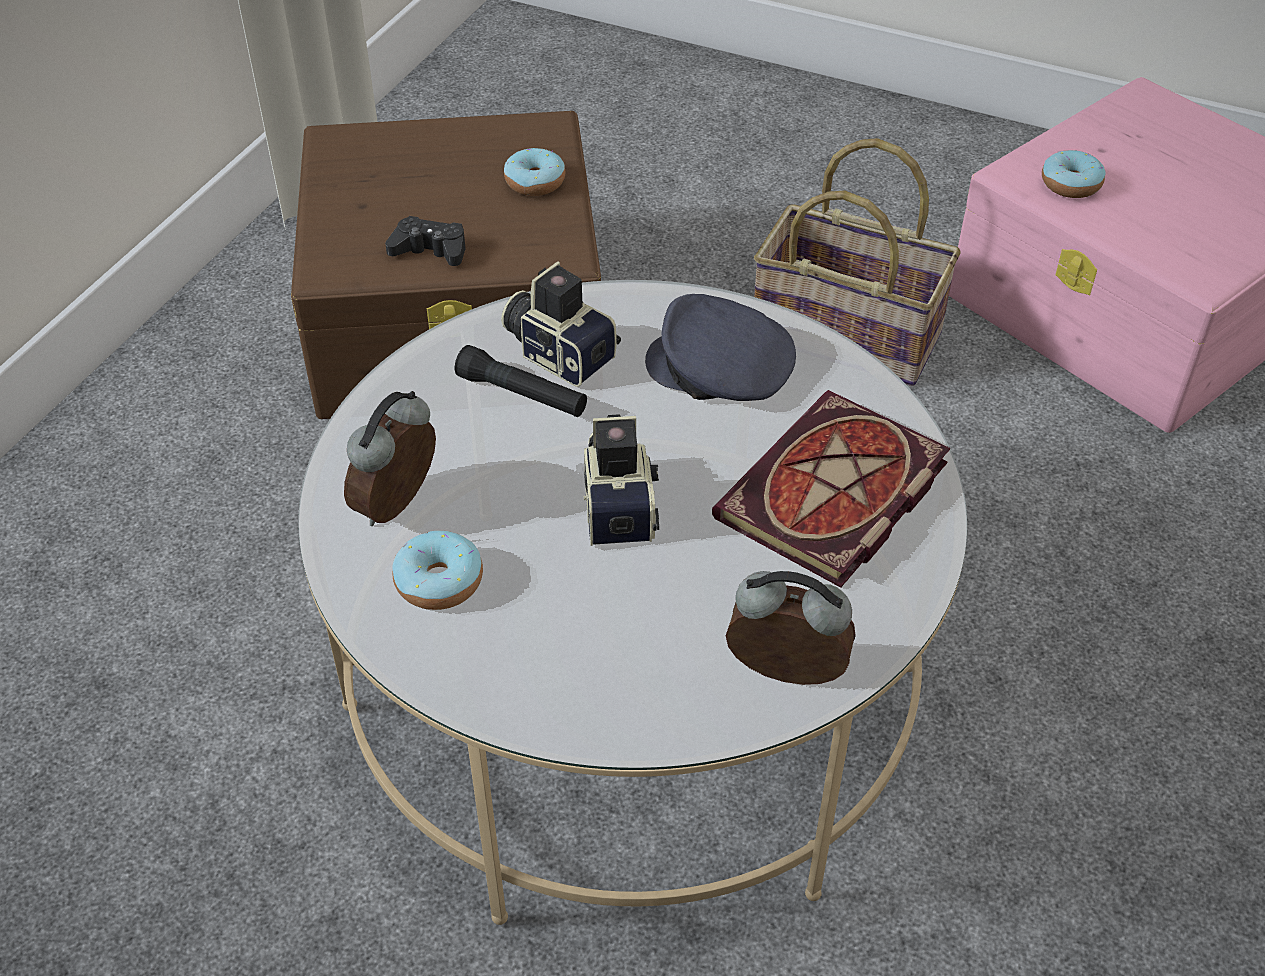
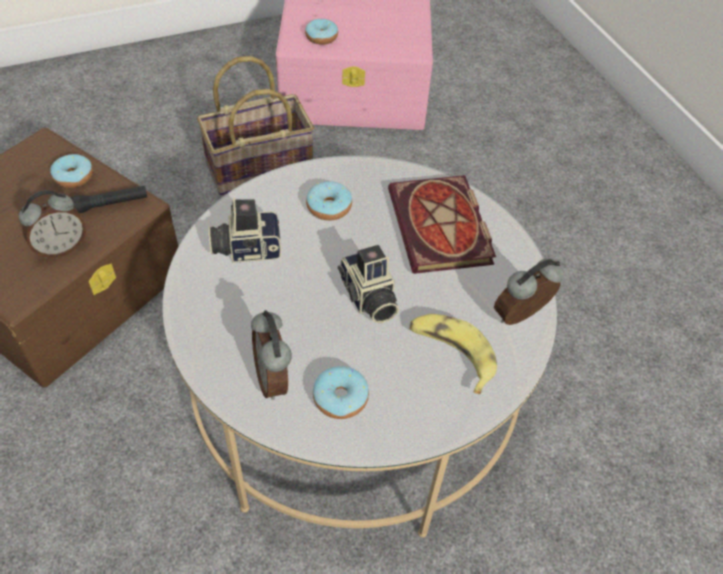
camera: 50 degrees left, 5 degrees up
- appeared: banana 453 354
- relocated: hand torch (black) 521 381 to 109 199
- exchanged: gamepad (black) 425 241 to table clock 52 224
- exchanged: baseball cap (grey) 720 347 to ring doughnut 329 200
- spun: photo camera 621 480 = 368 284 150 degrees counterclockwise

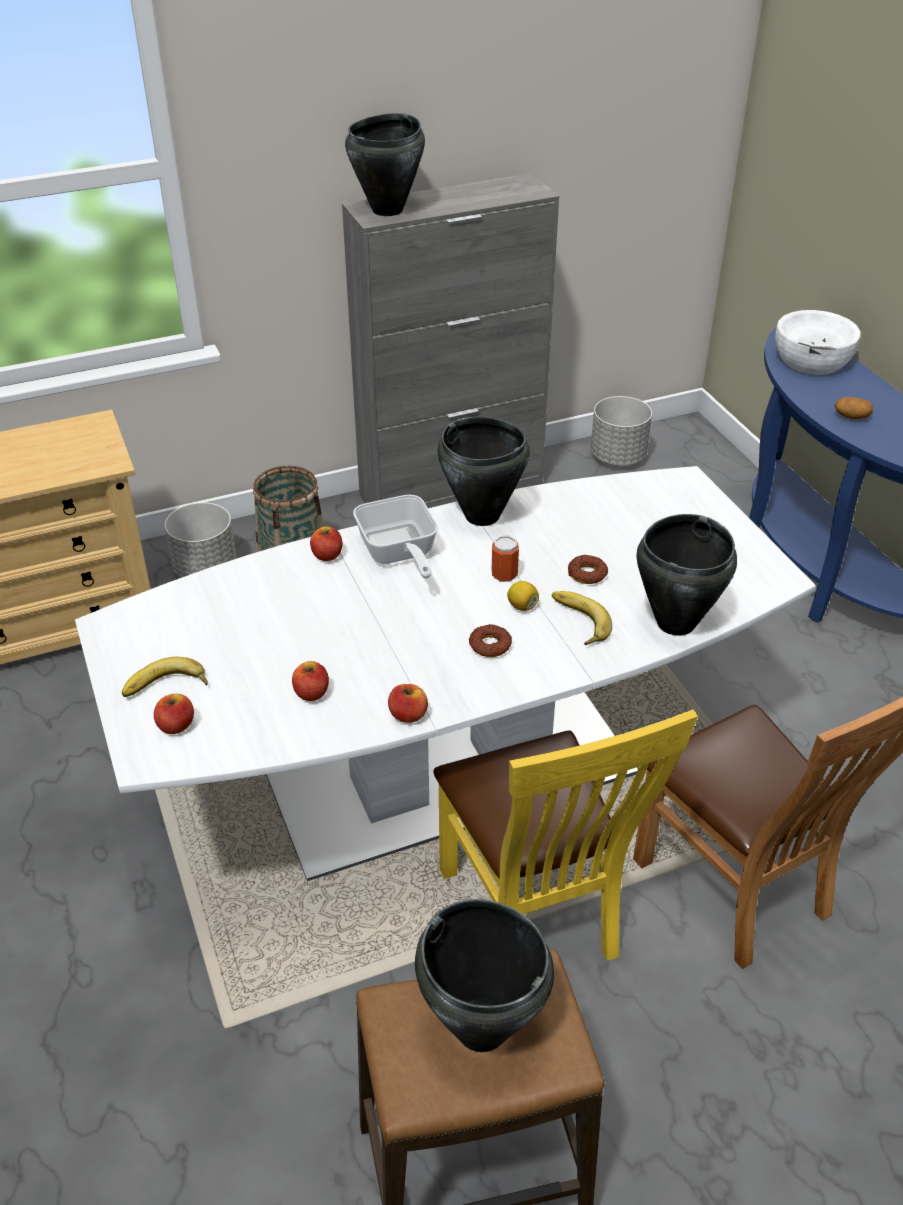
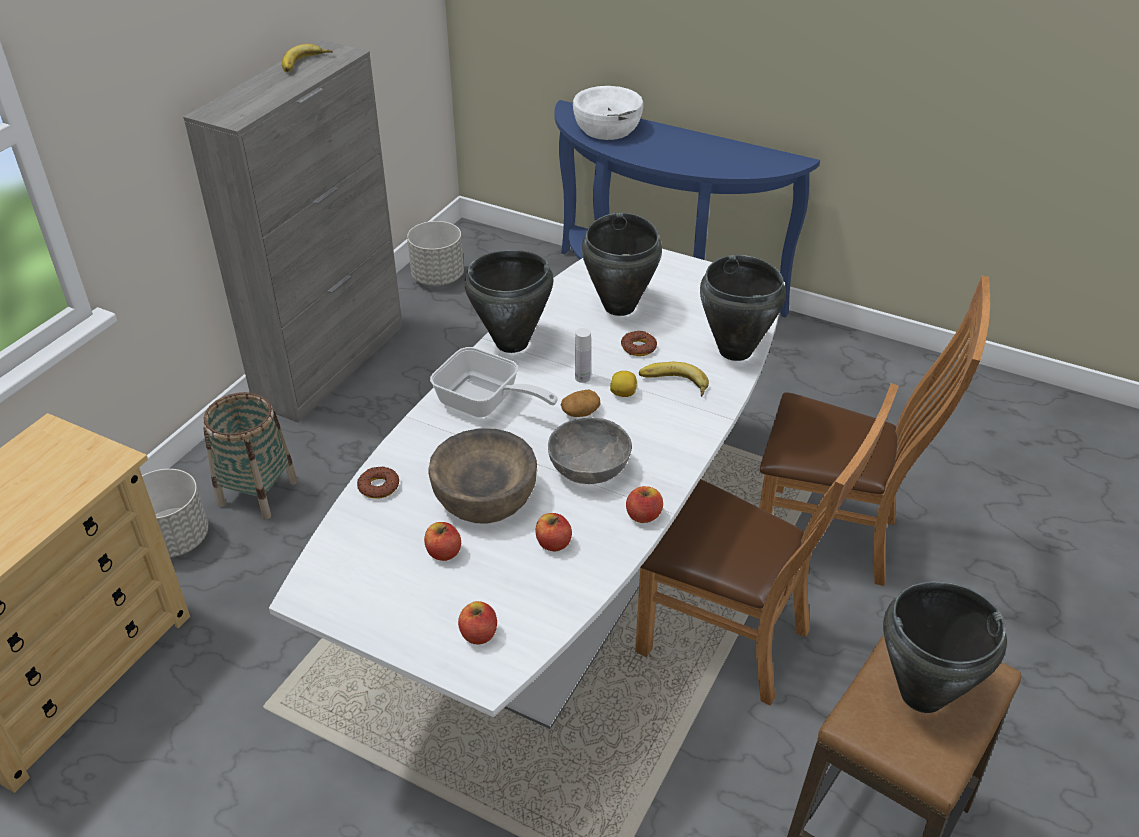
camera: 40 degrees left, 0 degrees up
- appeared: serving bowl (brownish) 483 476
- appeared: serving bowl (grey) 590 450
- relocated: banana 165 677 to 307 58
- relocated: apple fruit 326 543 to 442 541
- relocated: stockpot (black) 385 164 to 621 264
- relocated: ring doughnut 490 640 to 378 482
- relocated: spud 854 408 to 581 403
- exchanged: sealed can 505 559 to bottle (whitish) 583 355
- colour: chair (yellow) 565 835 to chair (brownish) 767 544

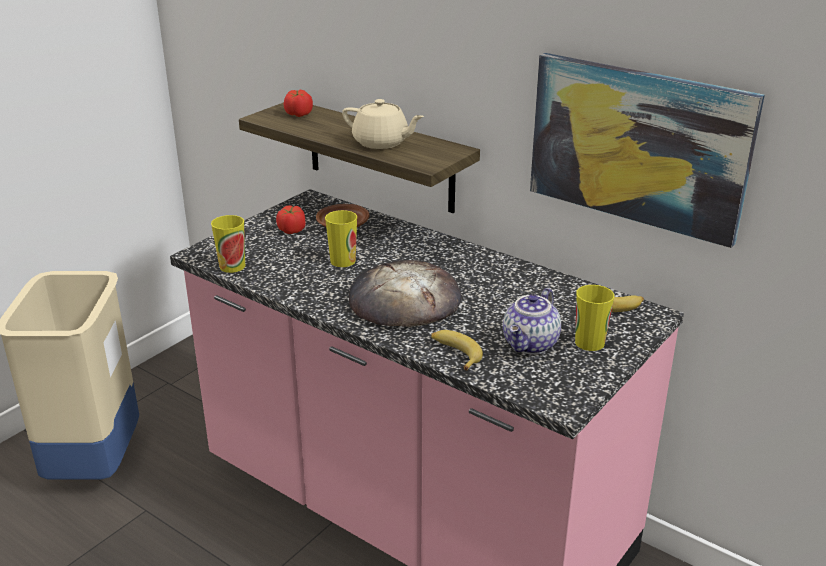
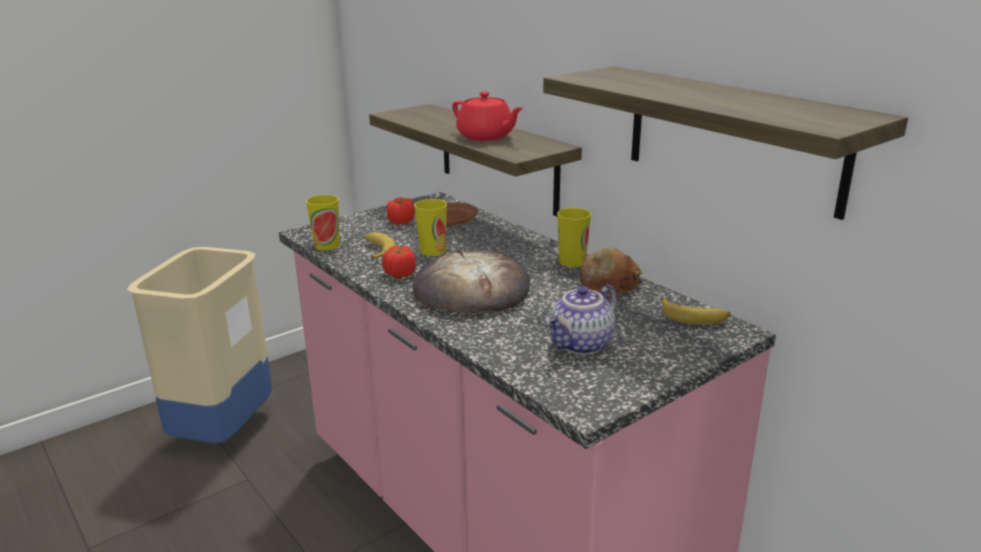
camera: 15 degrees right, 5 degrees down
- appeared: baked bread 611 271
- relocated: tomato 298 103 to 399 262
- relocated: banana 457 350 to 380 246
- relocated: small cup 594 318 to 574 237
- exchanged: picture 647 150 to shelf 725 143
- colour: tea pot (beige-coloured) 383 124 to tea pot (reddish) 487 116

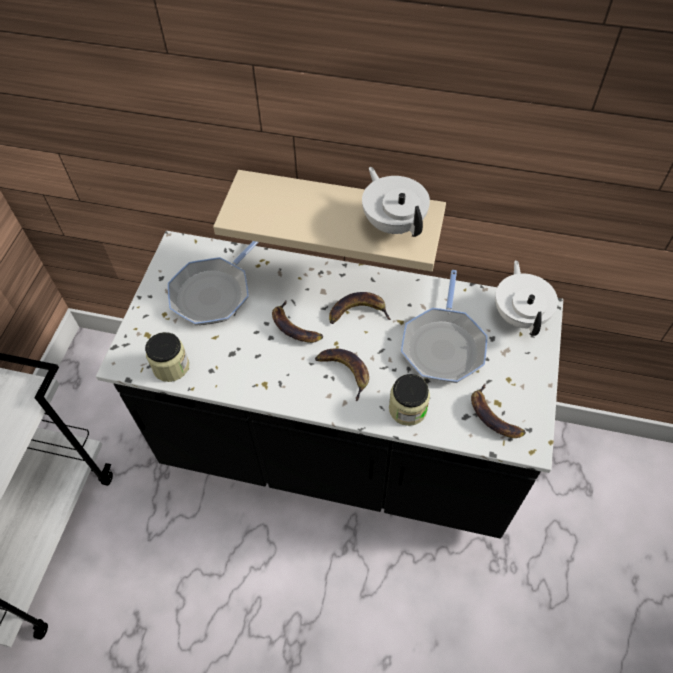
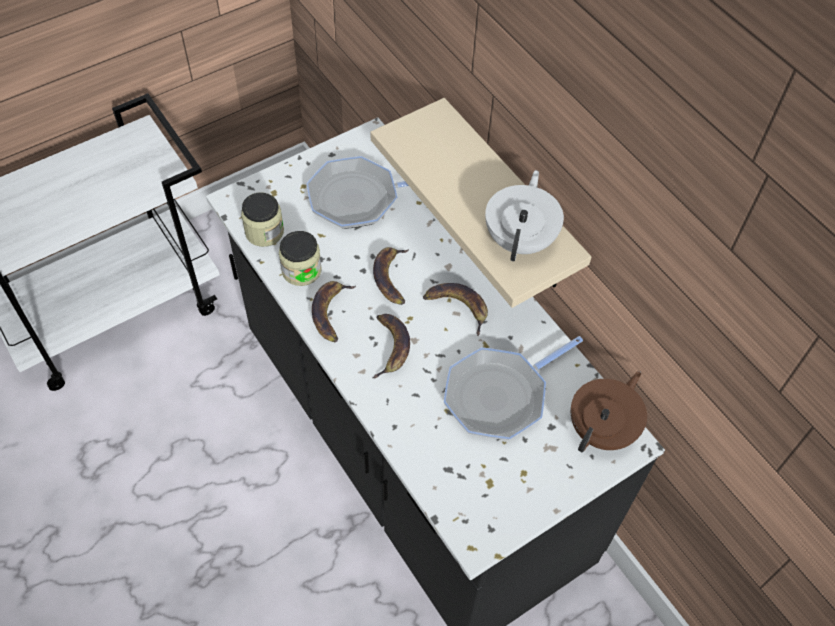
camera: 40 degrees right, 0 degrees up
- relocated: storage jar 409 400 to 300 258
- relocated: banana 498 411 to 334 311
- colour: tea pot (whitish) 526 298 to tea pot (brownish) 609 412

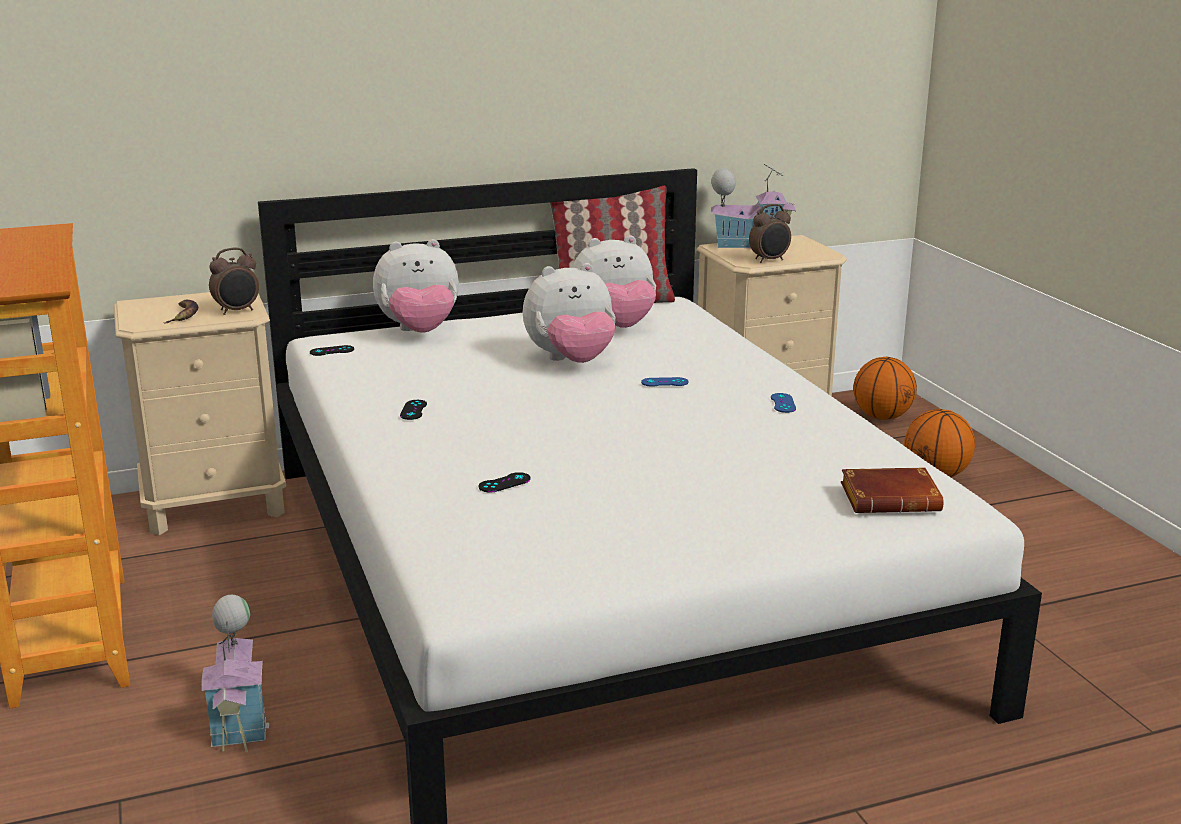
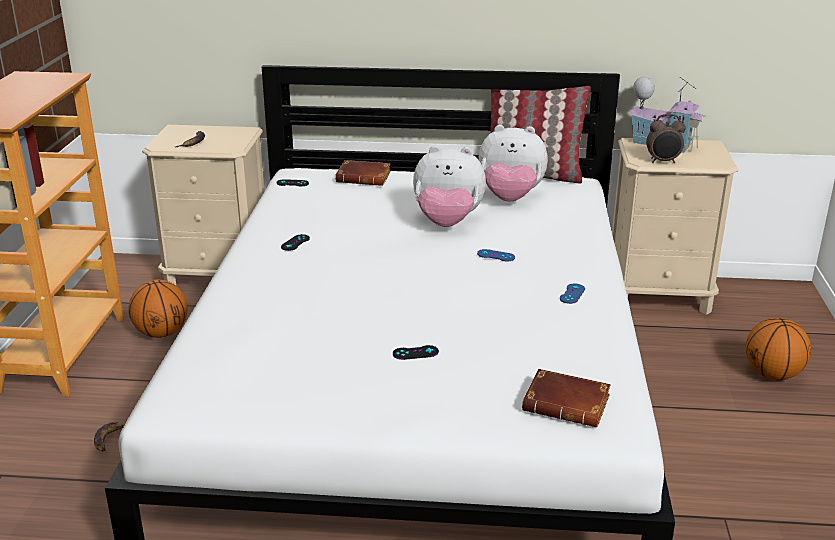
camera: 25 degrees right, 5 degrees up
- missing: table clock 234 281
- relocated: gamepad (black) 504 482 to 416 352
- relocated: basketball ball 885 388 to 158 309
- exchanged: model house 235 673 to banana 109 437
- exchanged: cuddly toy 416 286 to bound book (brownish) 363 173

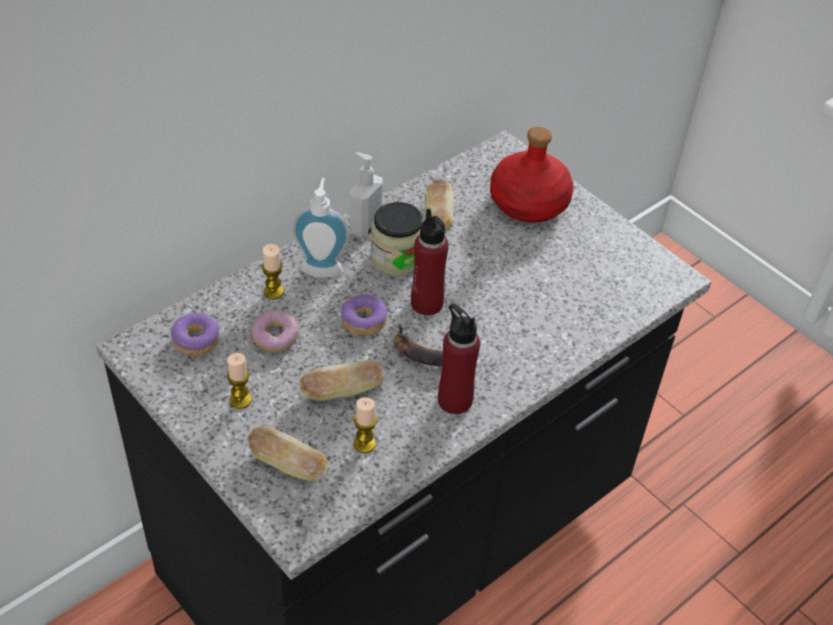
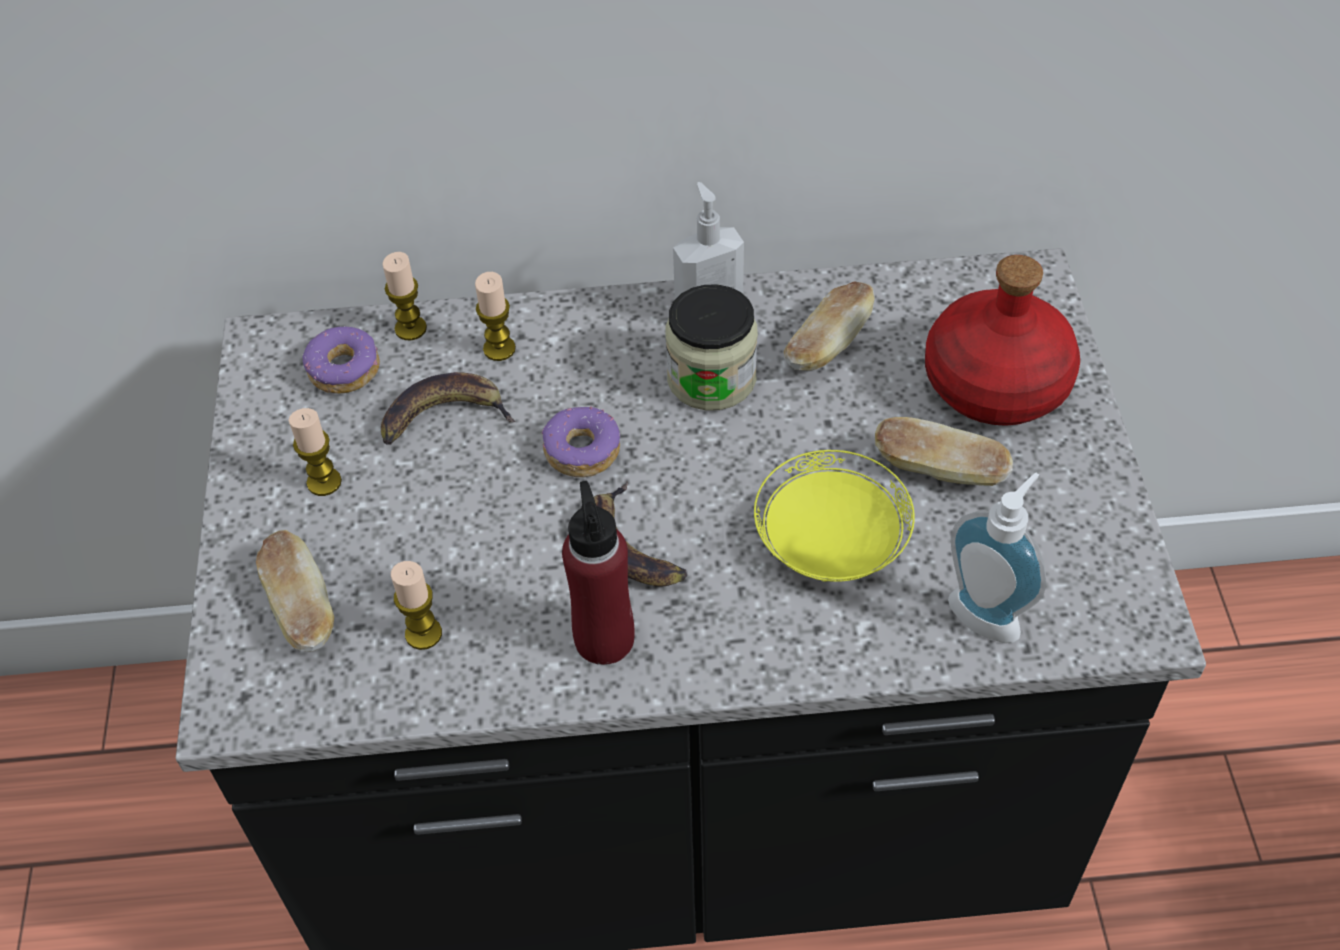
camera: 40 degrees right, 5 degrees up
- missing: bottle (reddish) 430 261
- appeared: candle 404 296
- appeared: flat dish (yellow) 834 516
- relocated: soap dispenser 320 228 to 997 557
- relocated: baked bread 342 381 to 944 451
- exchanged: ring doughnut 275 331 to banana 448 408

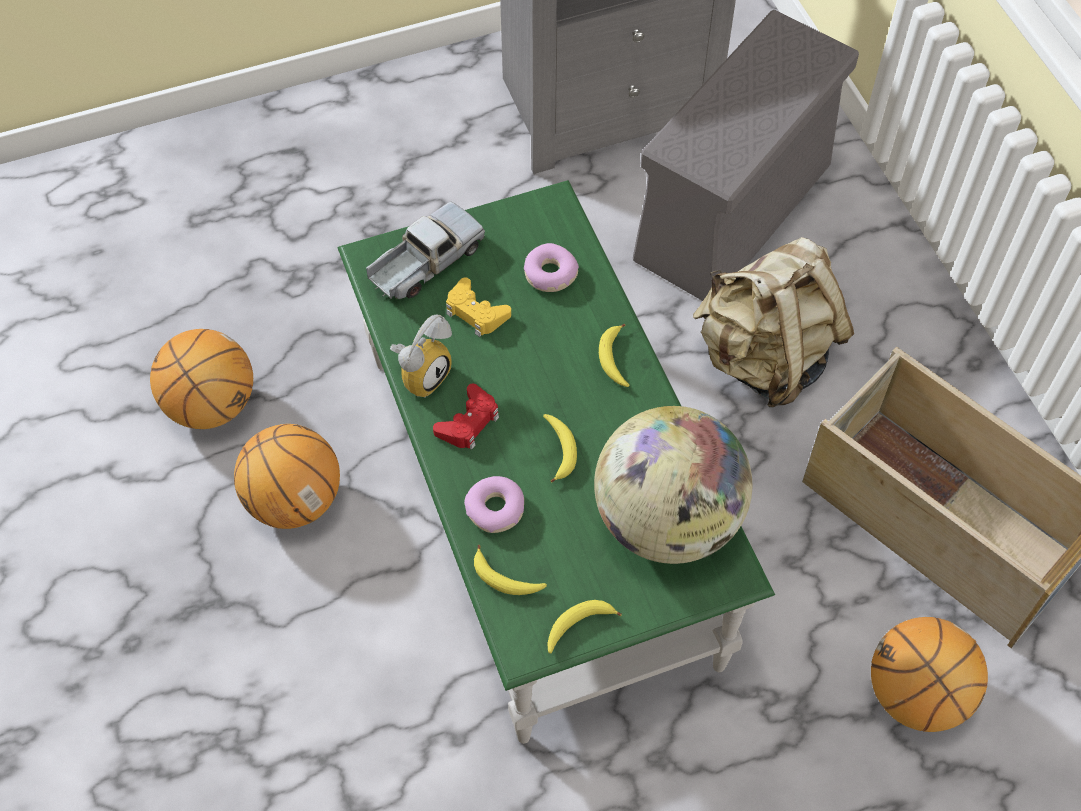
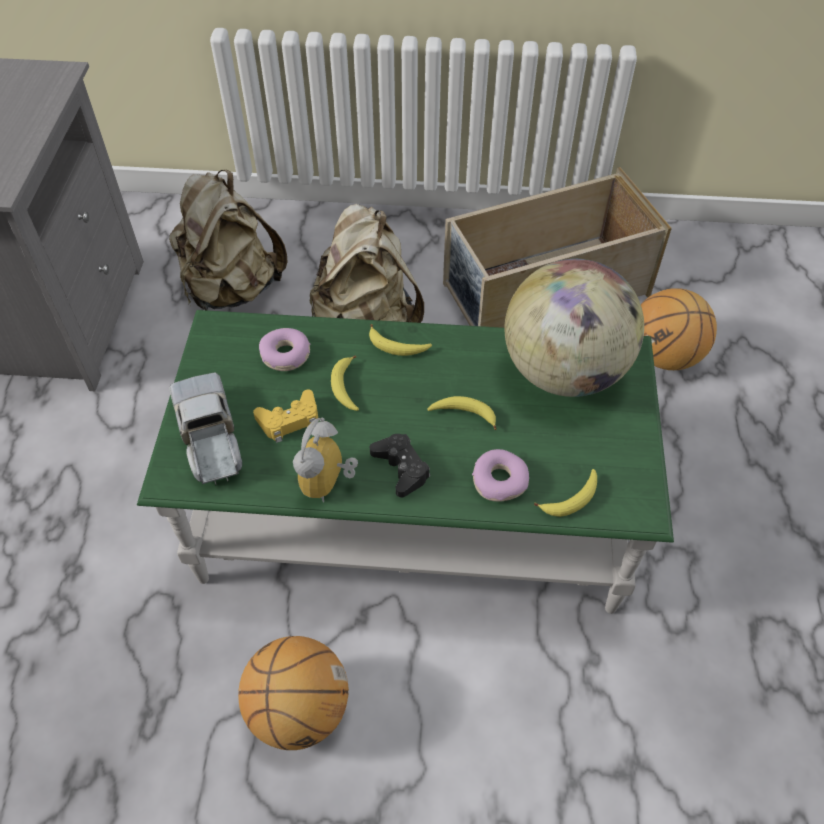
camera: 65 degrees left, 5 degrees down
- missing: basketball ball 201 379
- relocated: banana 585 626 to 345 383
- exchanged: storage box (grey) 746 155 to knapsack (beige-coloured) 228 240
- colour: gamepad (reddish) 466 417 to gamepad (black) 400 466
- spun: table clock 421 356 = 325 460 135 degrees counterclockwise

